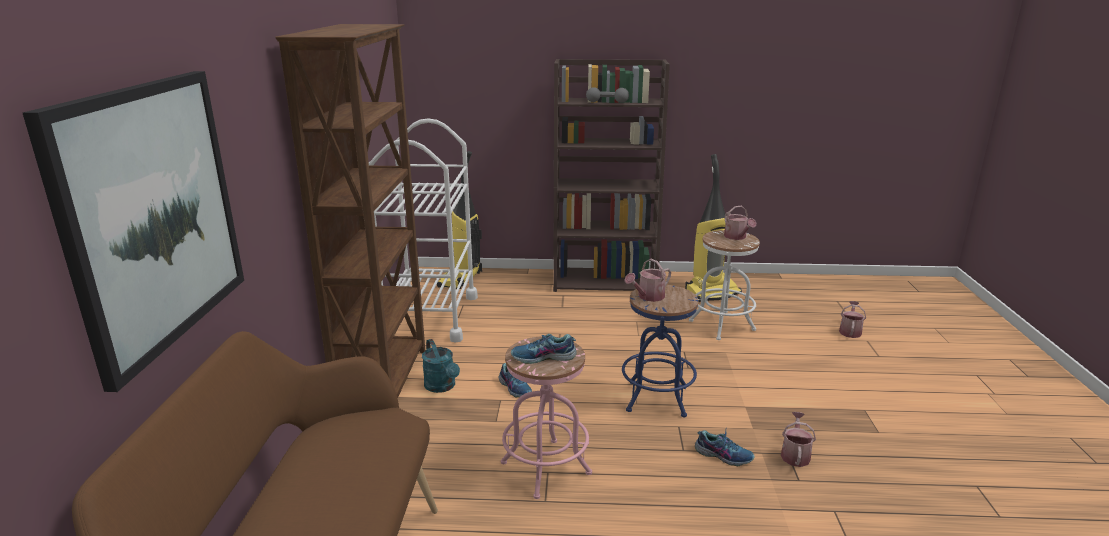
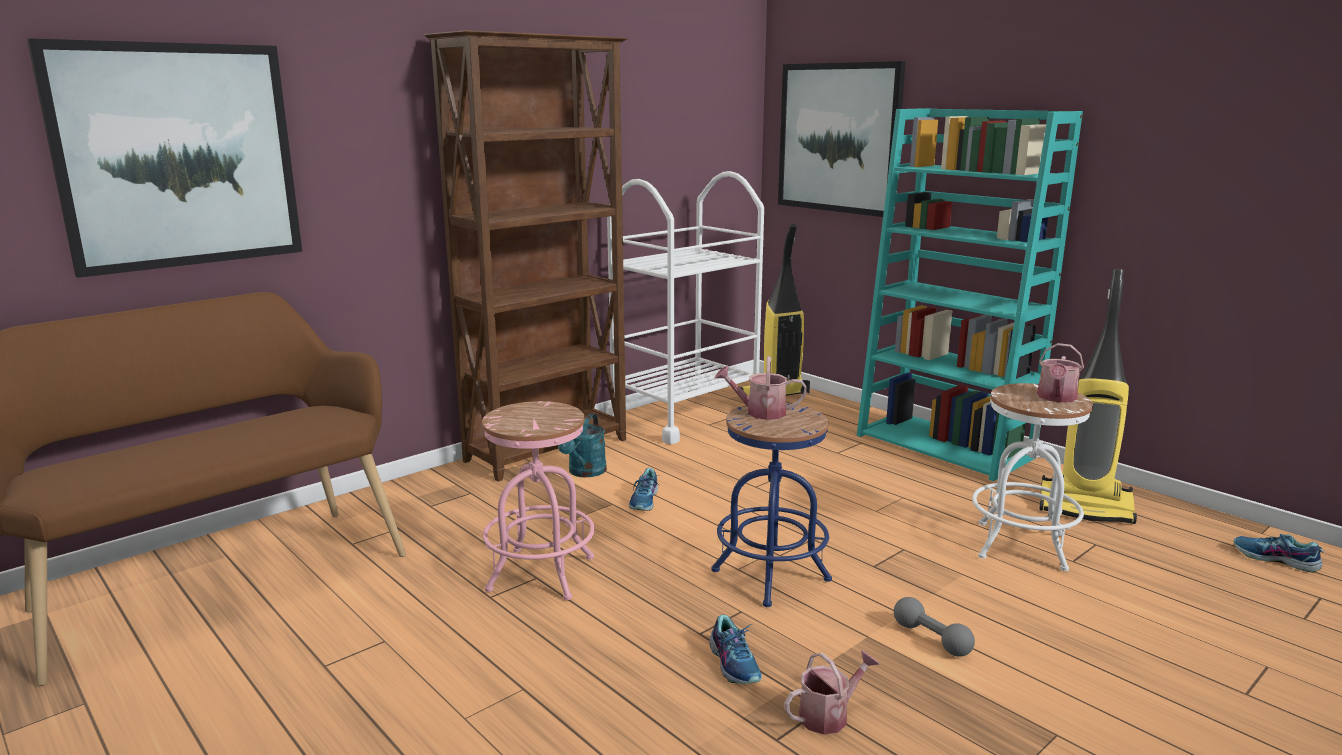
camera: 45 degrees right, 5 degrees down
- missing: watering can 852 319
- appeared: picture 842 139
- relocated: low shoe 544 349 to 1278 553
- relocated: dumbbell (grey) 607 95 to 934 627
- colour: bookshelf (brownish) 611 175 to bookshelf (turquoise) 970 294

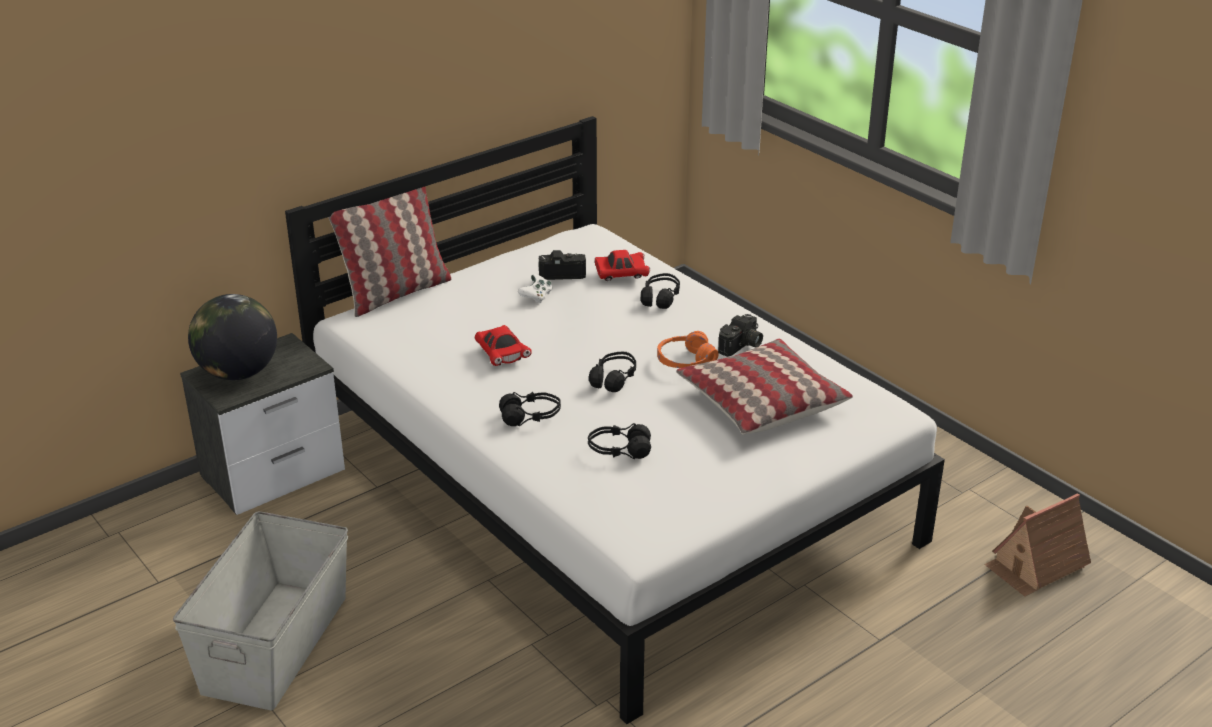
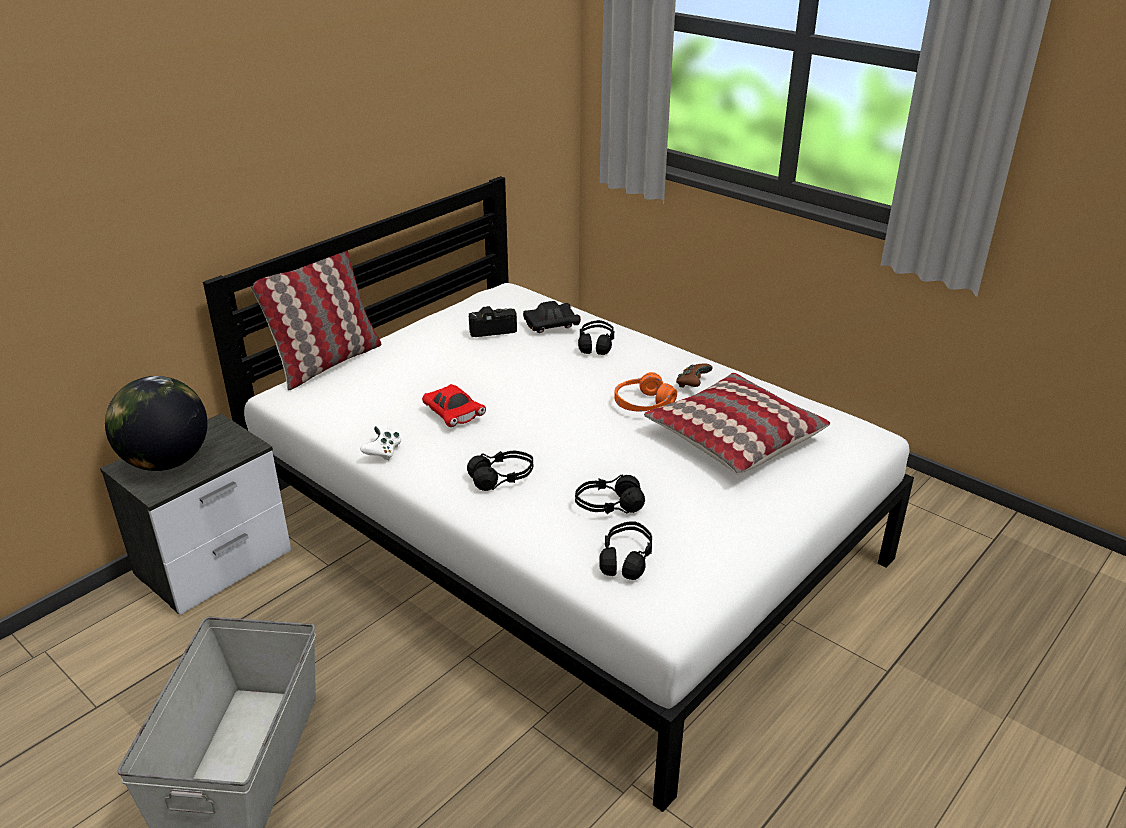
camera: 10 degrees left, 0 degrees up
- missing: model house 1037 544
- relocated: gamepad (whitish) 535 289 to 380 443
- relocated: pair of headphones (black) 612 372 to 626 550
- exchanged: photo camera 740 335 to gamepad (brownish) 694 375
- colour: toy car (reddish) 622 265 to toy car (black) 552 317

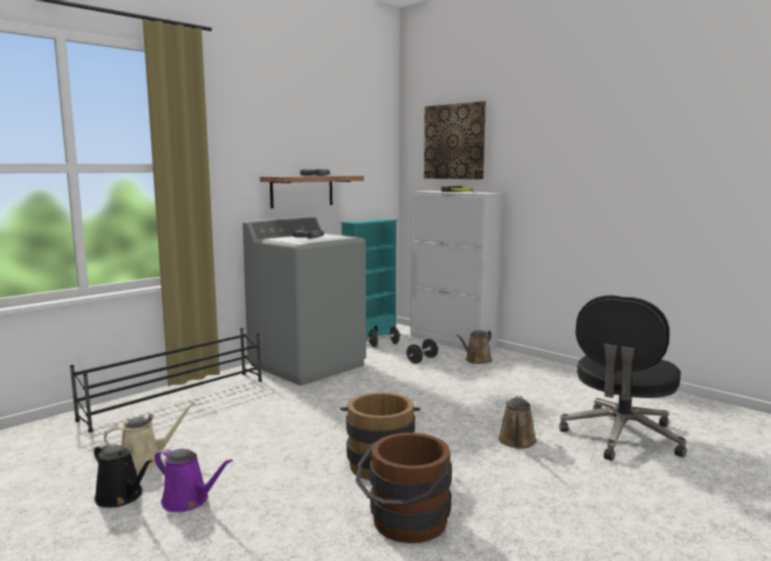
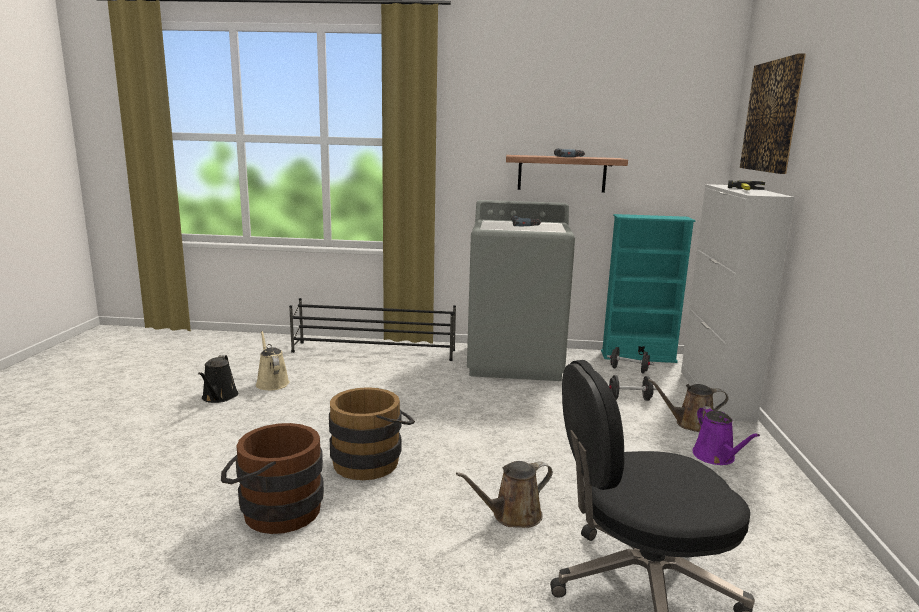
camera: 50 degrees right, 5 degrees up
- relocated: watering can (purplish) 193 480 to 726 435
- spun: watering can (beige-coloured) 150 436 = 273 360 135 degrees counterclockwise

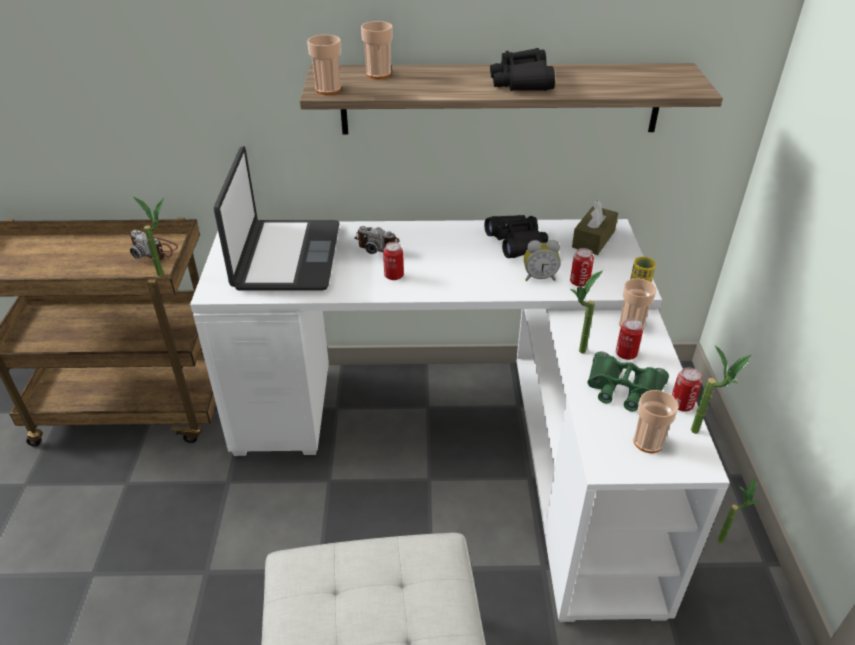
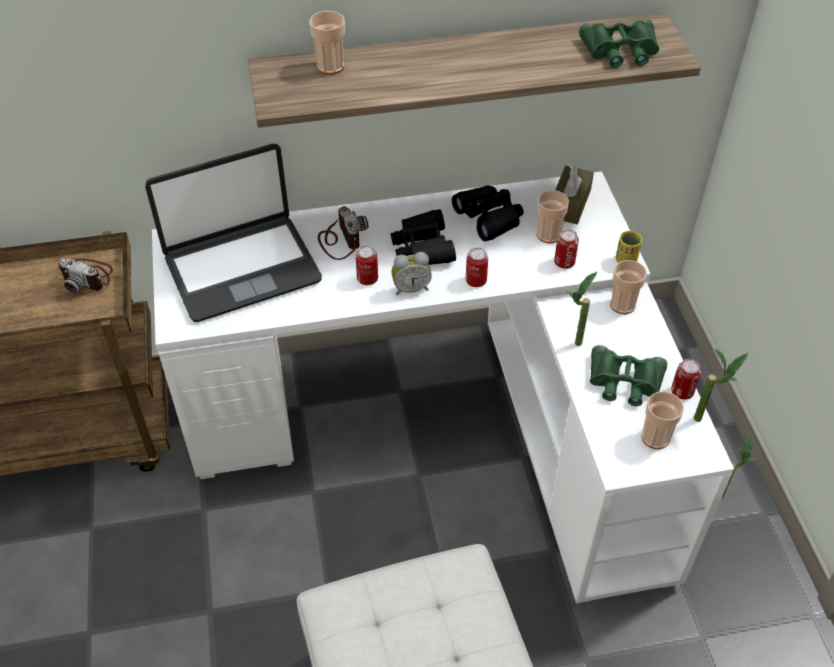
camera: 10 degrees left, 10 degrees up
- missing: plant in a pot 149 236
- appeared: binoculars (greenish) 619 43
- relocated: small cup 324 65 to 553 217
- relocated: binoculars (black) 522 69 to 423 237
- relocated: table clock 542 260 to 412 273
- relocated: sealed can 629 339 to 477 267
- spun: portable computer 277 218 = 233 233 75 degrees clockwise
- spun: photo camera 376 240 = 343 233 120 degrees counterclockwise

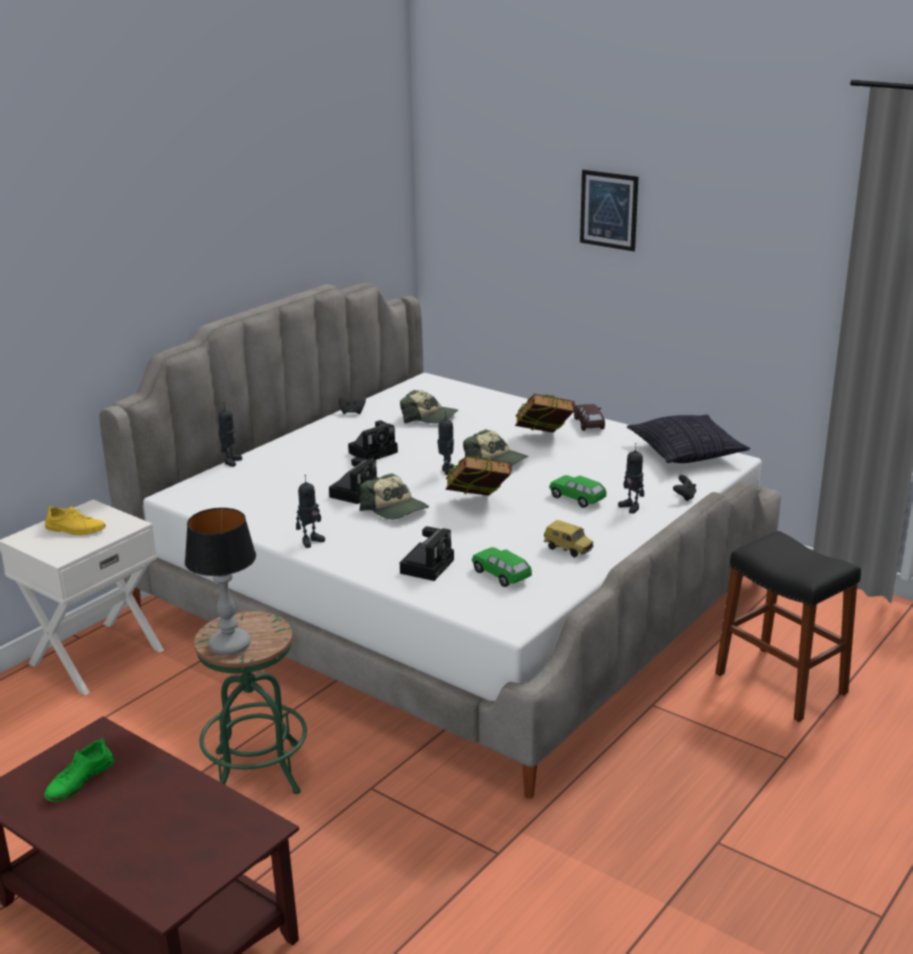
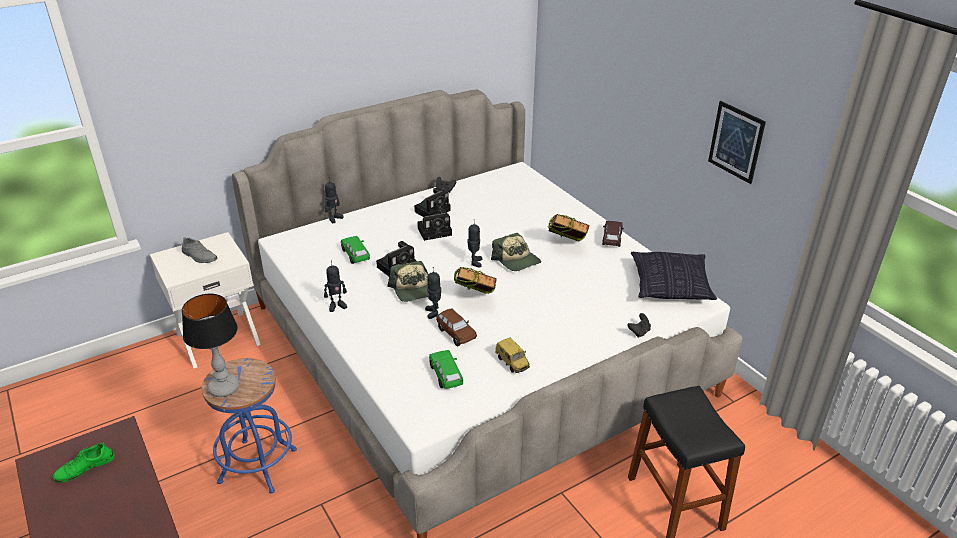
camera: 20 degrees right, 10 degrees up
- missing: baseball cap 429 407
- appeared: toy car (brownish) 456 327
- relocated: photo camera 427 553 to 432 202
- relocated: toy car (greenish) 578 491 to 355 250
- relocated: picture 609 210 to 737 142
- relocated: model robot 631 478 to 433 293
- colour: low shoe (yellow) 75 520 to low shoe (grey) 200 250
- colour: stool seat (greenish) 250 702 to stool seat (blue) 249 426

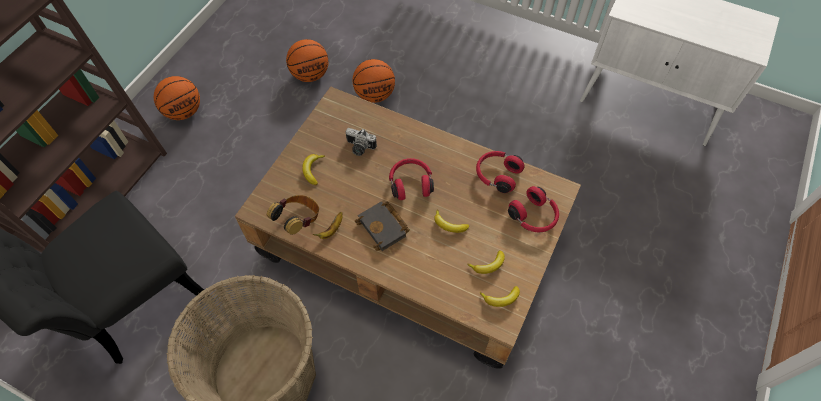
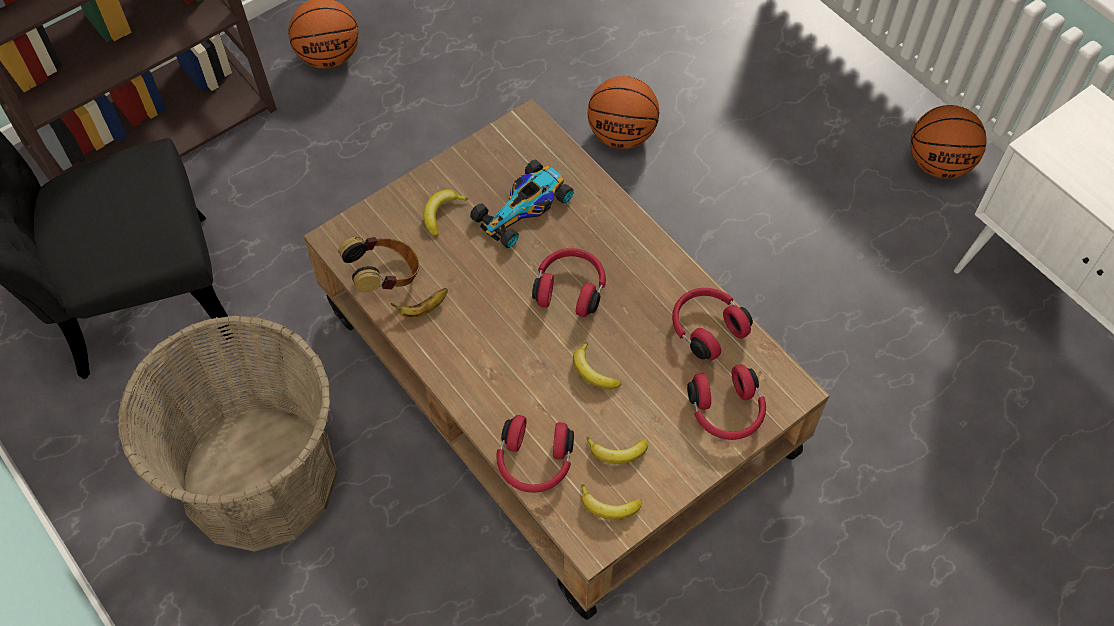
camera: 25 degrees right, 0 degrees up
- missing: bound book (black) 382 226
- appeared: pair of headphones (reddish) 535 454
- relocated: basketball ball 307 60 to 949 142
- exchanged: photo camera 361 142 to toy car 522 203

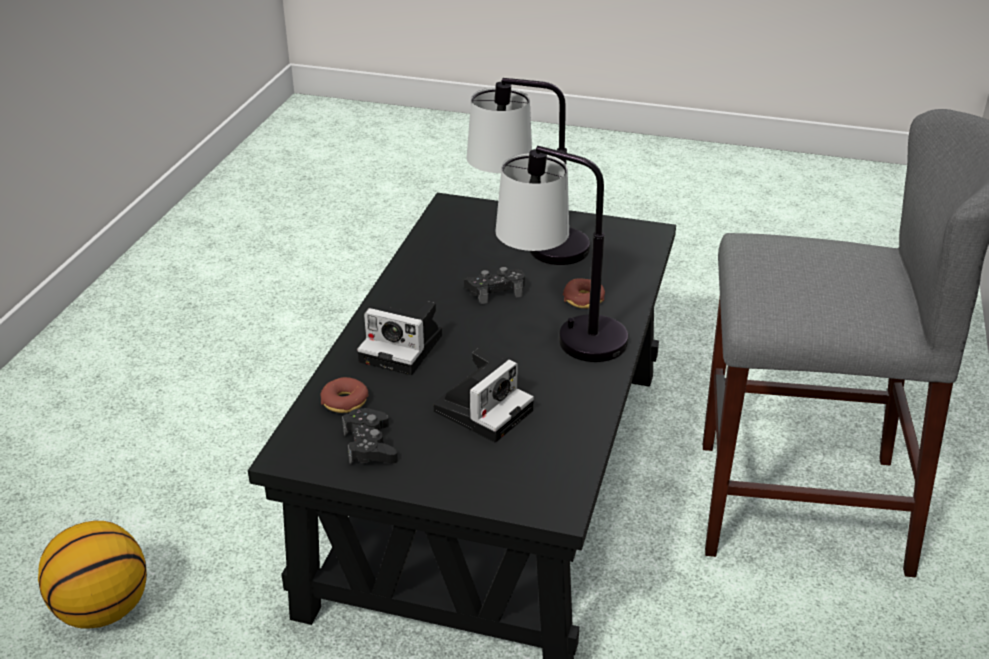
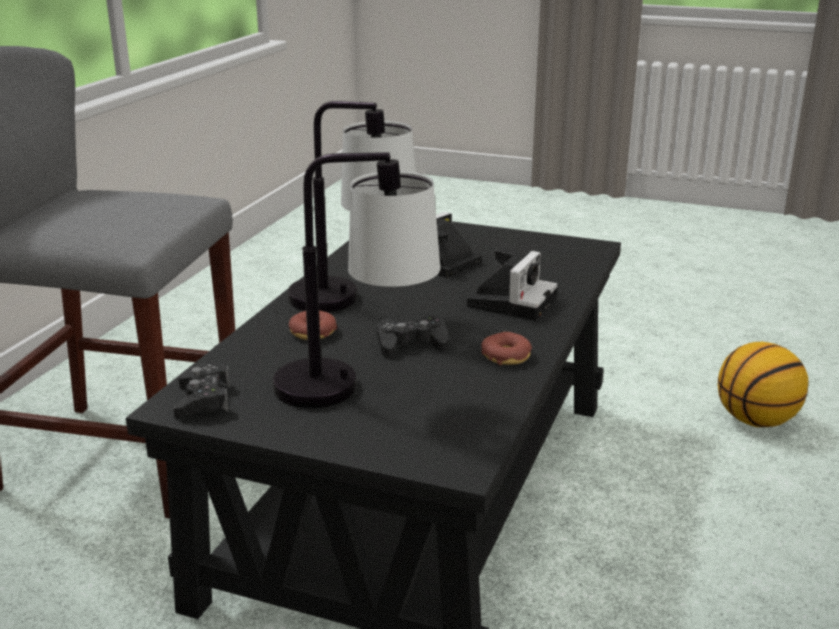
camera: 175 degrees left, 10 degrees down
- relocated: ring doughnut 345 395 to 506 348
- relocated: gamepad (black) 370 436 to 201 390
- spun: photo camera 399 338 = 512 284 90 degrees clockwise

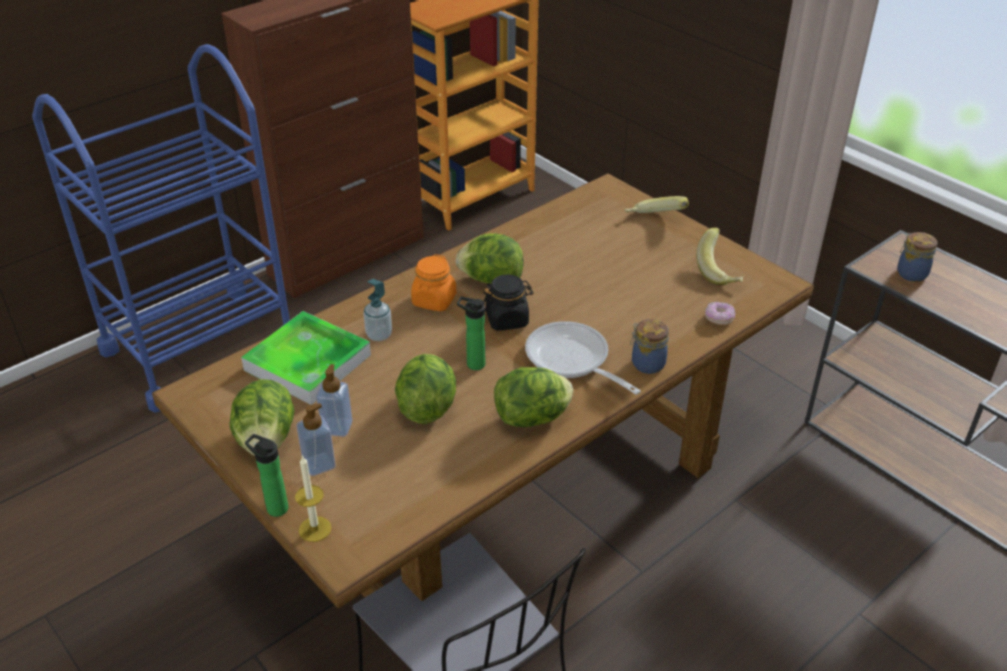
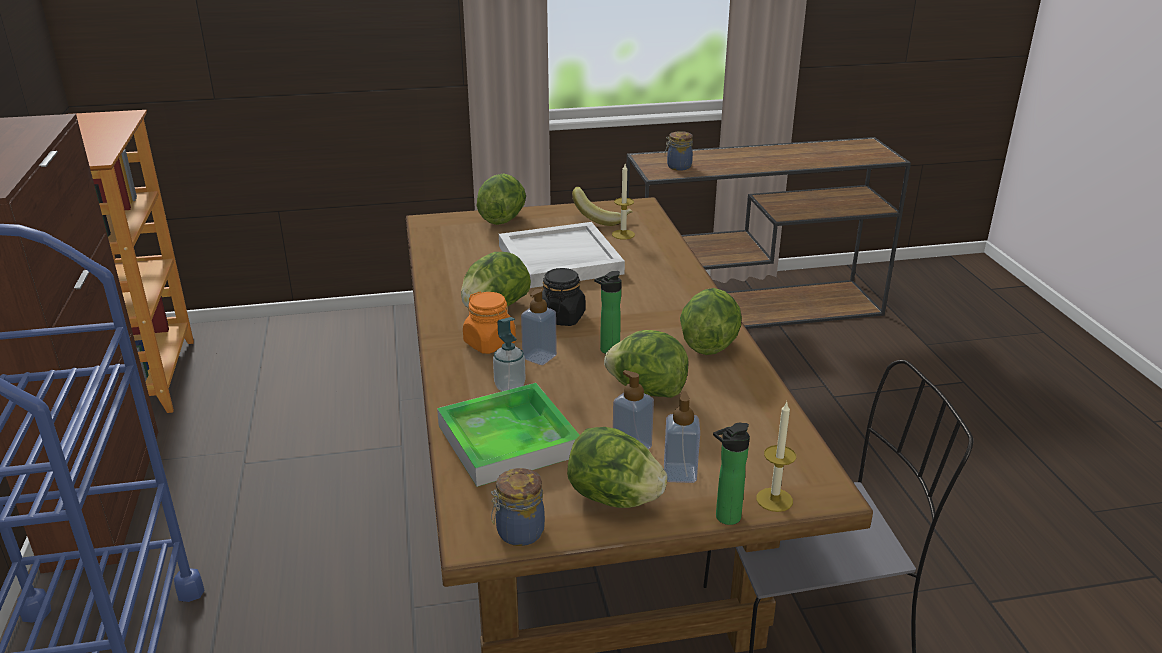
camera: 60 degrees left, 10 degrees down
- missing: skillet 583 358
- missing: ring doughnut 720 313
- appeared: tray (whitish) 562 255
- appeared: soap dispenser 539 327
- appeared: candle 623 202
- relocated: storage jar 649 346 to 518 507
- exchanged: banana 657 204 to lettuce 501 199

